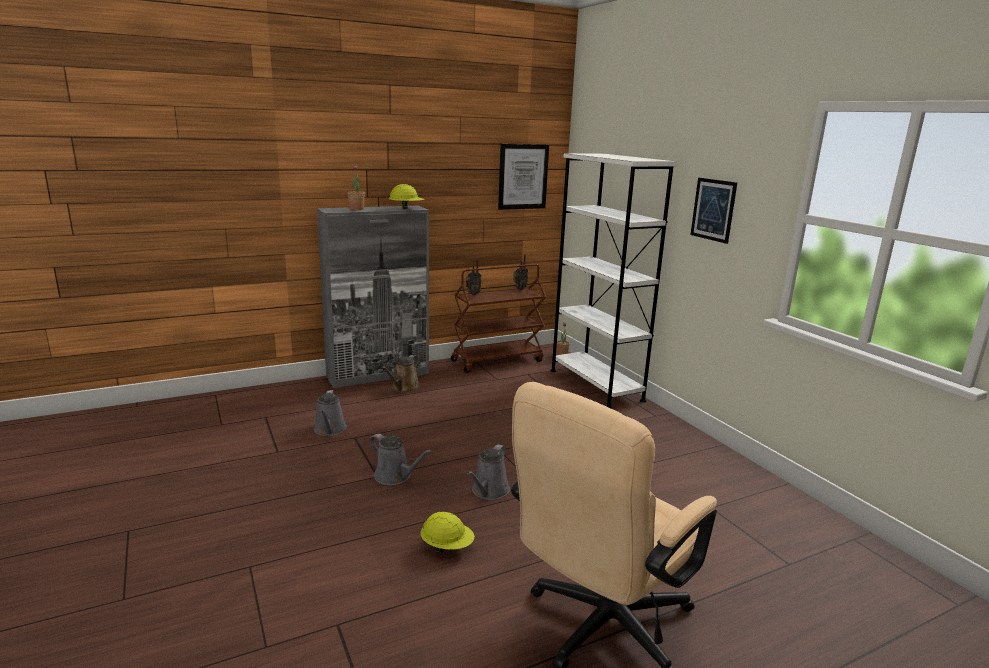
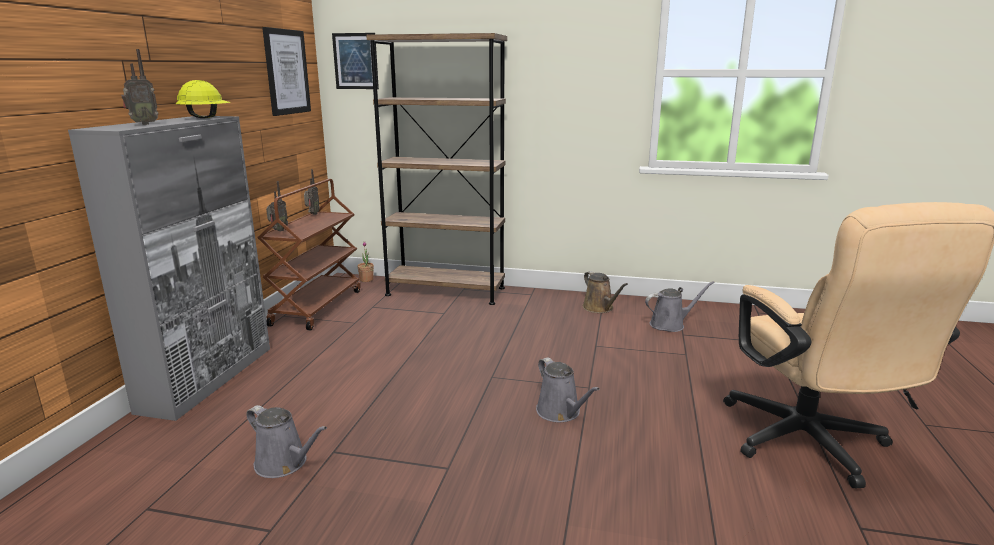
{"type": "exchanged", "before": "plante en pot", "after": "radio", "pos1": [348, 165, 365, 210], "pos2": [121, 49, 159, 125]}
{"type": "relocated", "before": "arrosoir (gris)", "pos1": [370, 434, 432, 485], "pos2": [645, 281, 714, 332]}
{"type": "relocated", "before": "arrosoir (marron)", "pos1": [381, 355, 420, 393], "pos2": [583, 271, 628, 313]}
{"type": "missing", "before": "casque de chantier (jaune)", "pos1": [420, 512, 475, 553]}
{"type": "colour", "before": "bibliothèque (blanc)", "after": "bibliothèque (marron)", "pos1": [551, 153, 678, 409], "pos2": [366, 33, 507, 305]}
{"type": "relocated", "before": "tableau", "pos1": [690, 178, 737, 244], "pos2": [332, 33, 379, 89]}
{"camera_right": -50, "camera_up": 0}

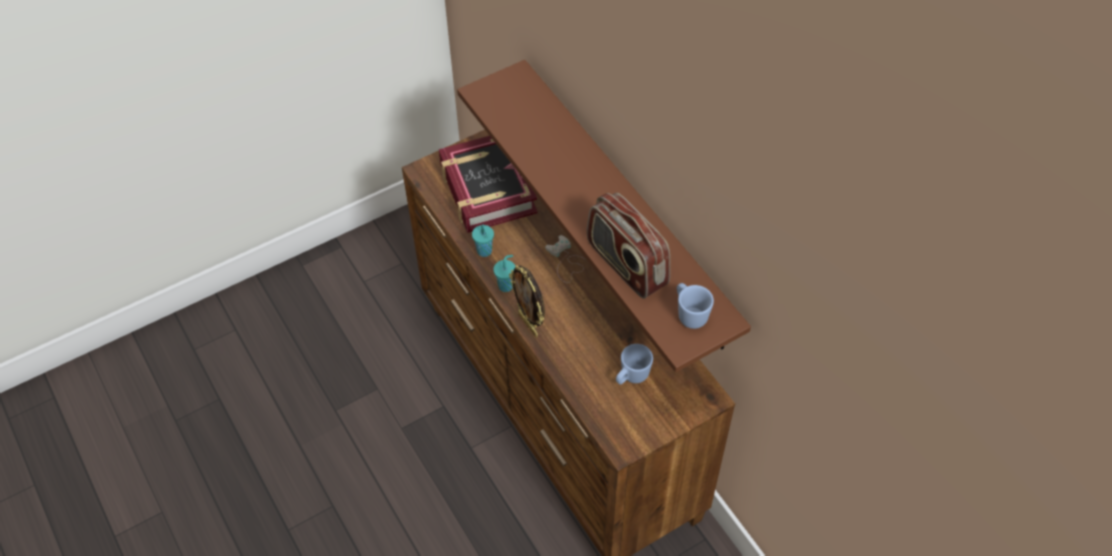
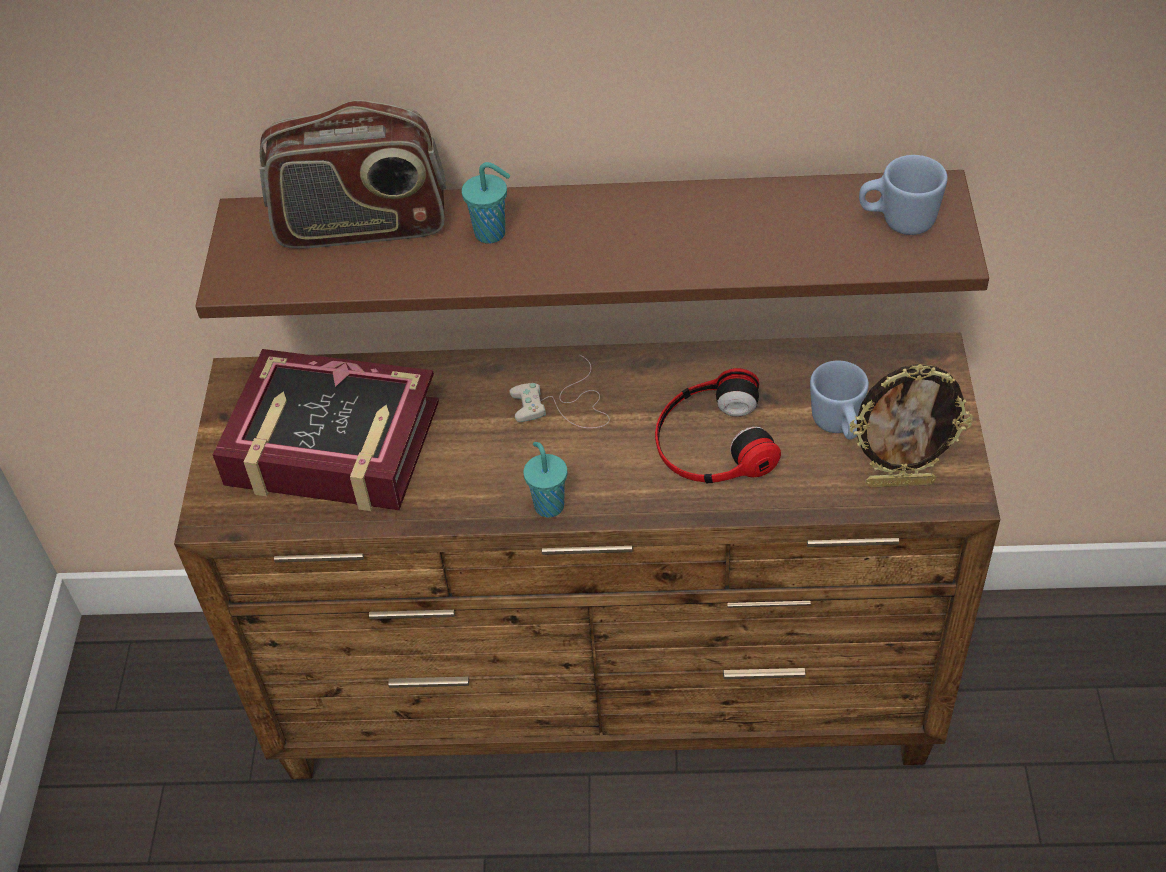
{"type": "relocated", "before": "tasse (turquoise)", "pos1": [472, 224, 494, 257], "pos2": [462, 162, 510, 243]}
{"type": "relocated", "before": "cadre photo", "pos1": [509, 265, 545, 337], "pos2": [849, 364, 973, 488]}
{"type": "relocated", "before": "radio", "pos1": [586, 193, 670, 299], "pos2": [260, 100, 446, 249]}
{"type": "appeared", "after": "casque audio", "pos2": [655, 368, 781, 483]}
{"camera_right": -55, "camera_up": -5}

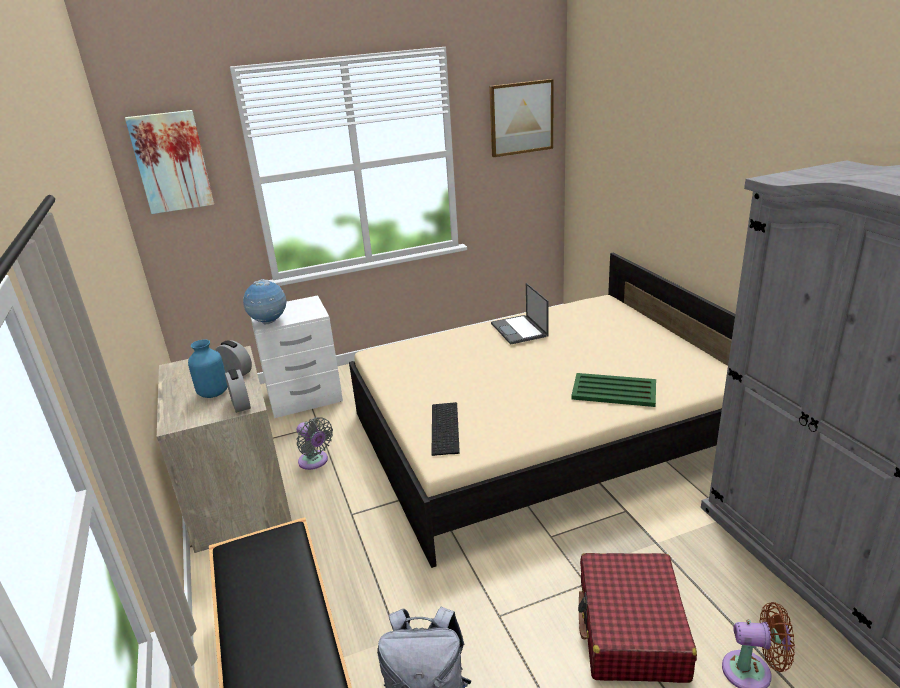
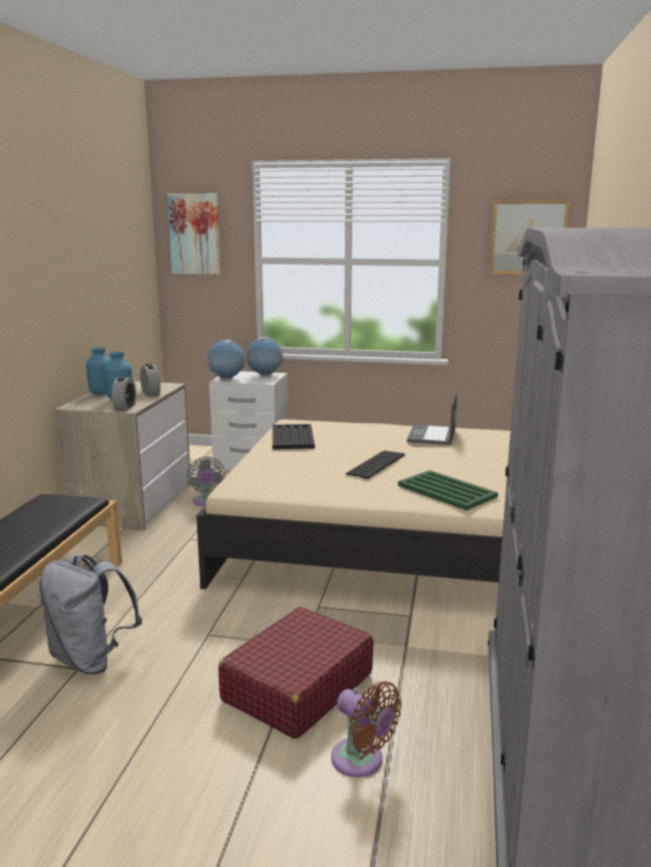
{"type": "relocated", "before": "clavier", "pos1": [431, 402, 460, 456], "pos2": [346, 450, 405, 479]}
{"type": "appeared", "after": "vase (bleu)", "pos2": [86, 347, 111, 395]}
{"type": "appeared", "after": "globe", "pos2": [246, 337, 284, 376]}
{"type": "appeared", "after": "plateau (noir)", "pos2": [272, 424, 315, 449]}
{"camera_right": 30, "camera_up": -10}

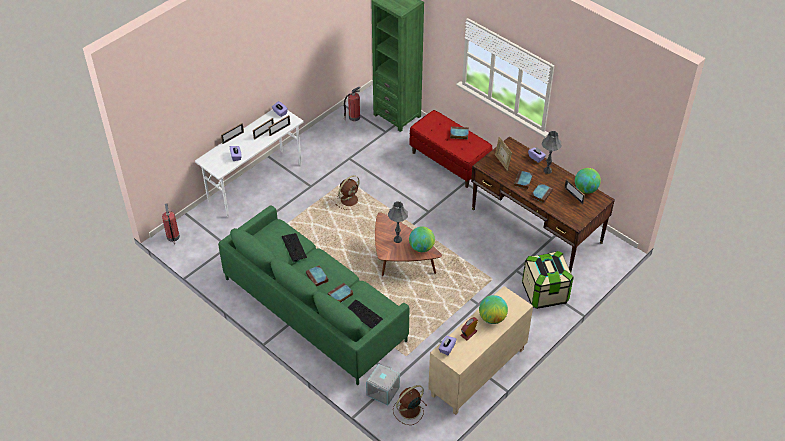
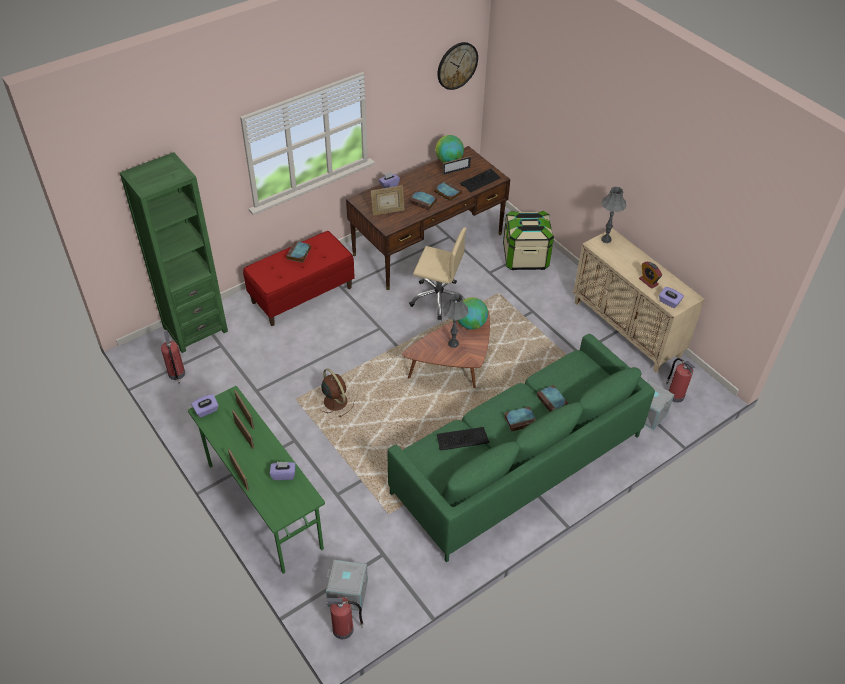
{"type": "colour", "before": "bureau (blanc)", "after": "bureau (vert)", "pos1": [195, 109, 304, 217], "pos2": [188, 386, 325, 574]}
{"type": "relocated", "before": "clavier", "pos1": [347, 300, 383, 329], "pos2": [460, 169, 500, 192]}
{"type": "exchanged", "before": "ventilateur (marron)", "after": "extincteur", "pos1": [393, 385, 427, 425], "pos2": [666, 358, 696, 403]}
{"type": "missing", "before": "globe", "pos1": [479, 295, 508, 324]}
{"type": "relocated", "before": "lampe de table (gris)", "pos1": [542, 131, 562, 174], "pos2": [601, 187, 627, 243]}
{"type": "appeared", "after": "boîte de rangement (gris)", "pos2": [326, 559, 368, 611]}
{"type": "appeared", "after": "chaise de bureau (beige)", "pos2": [409, 227, 467, 320]}
{"type": "appeared", "after": "horloge murale", "pos2": [437, 42, 478, 90]}
{"camera_right": -80, "camera_up": 0}

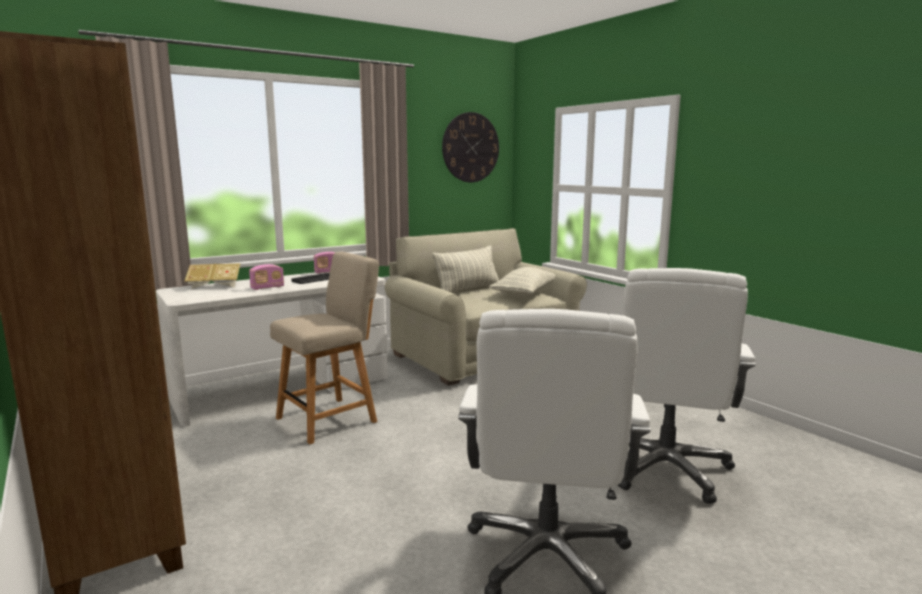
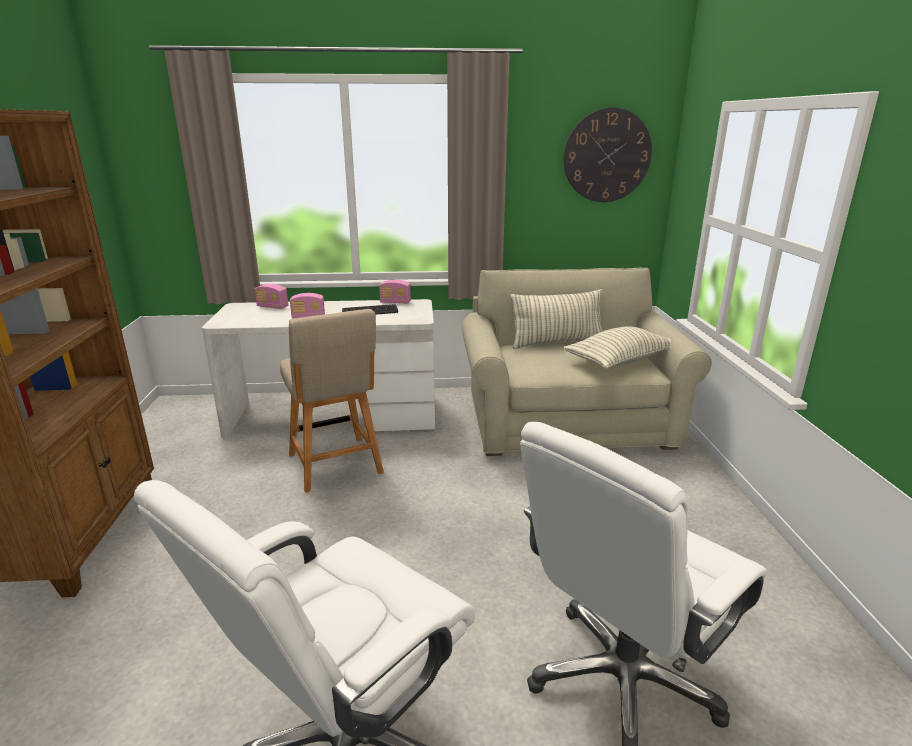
{"type": "exchanged", "before": "livre", "after": "radio", "pos1": [184, 263, 241, 289], "pos2": [255, 284, 288, 309]}
{"type": "spun", "before": "chaise (beige)", "pos1": [270, 252, 379, 444], "pos2": [280, 309, 384, 493], "turn": 75}
{"camera_right": 30, "camera_up": 10}

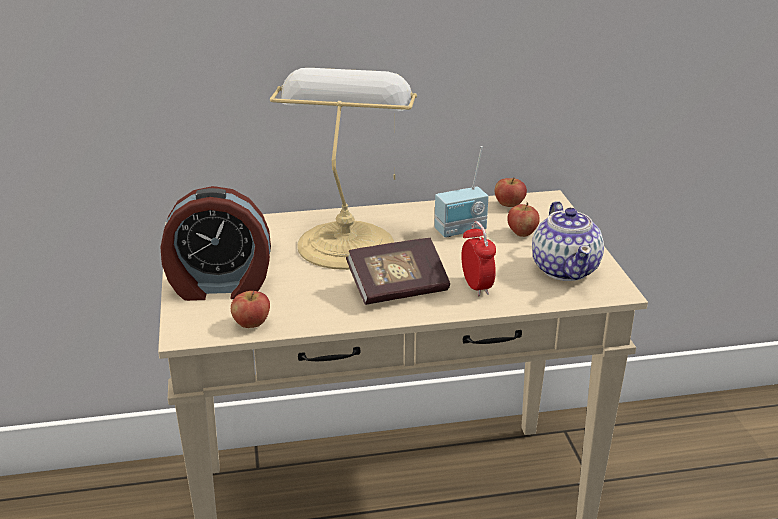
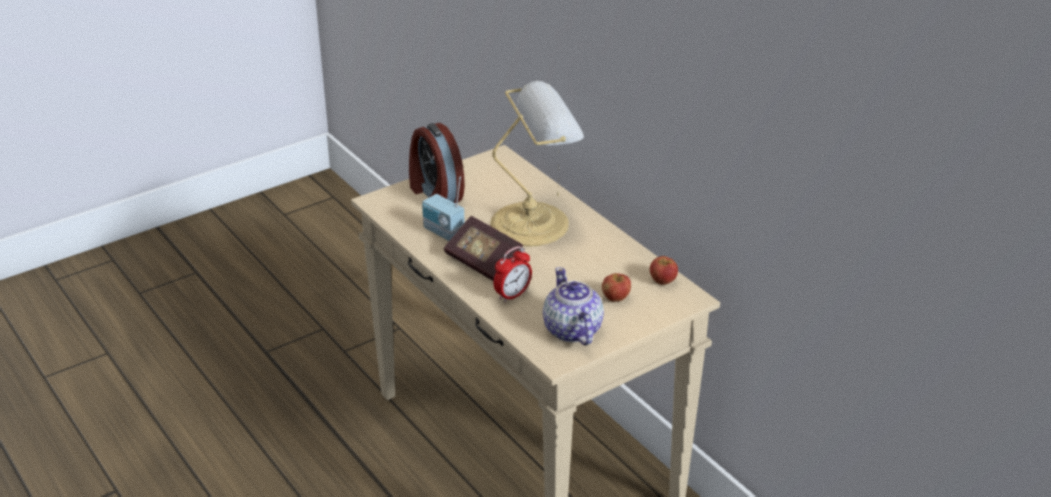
{"type": "missing", "before": "pomme", "pos1": [231, 291, 270, 328]}
{"type": "relocated", "before": "radio", "pos1": [434, 146, 488, 237], "pos2": [422, 177, 465, 241]}
{"type": "spun", "before": "théière", "pos1": [532, 201, 604, 281], "pos2": [543, 267, 604, 346], "turn": 105}
{"camera_right": 65, "camera_up": 5}

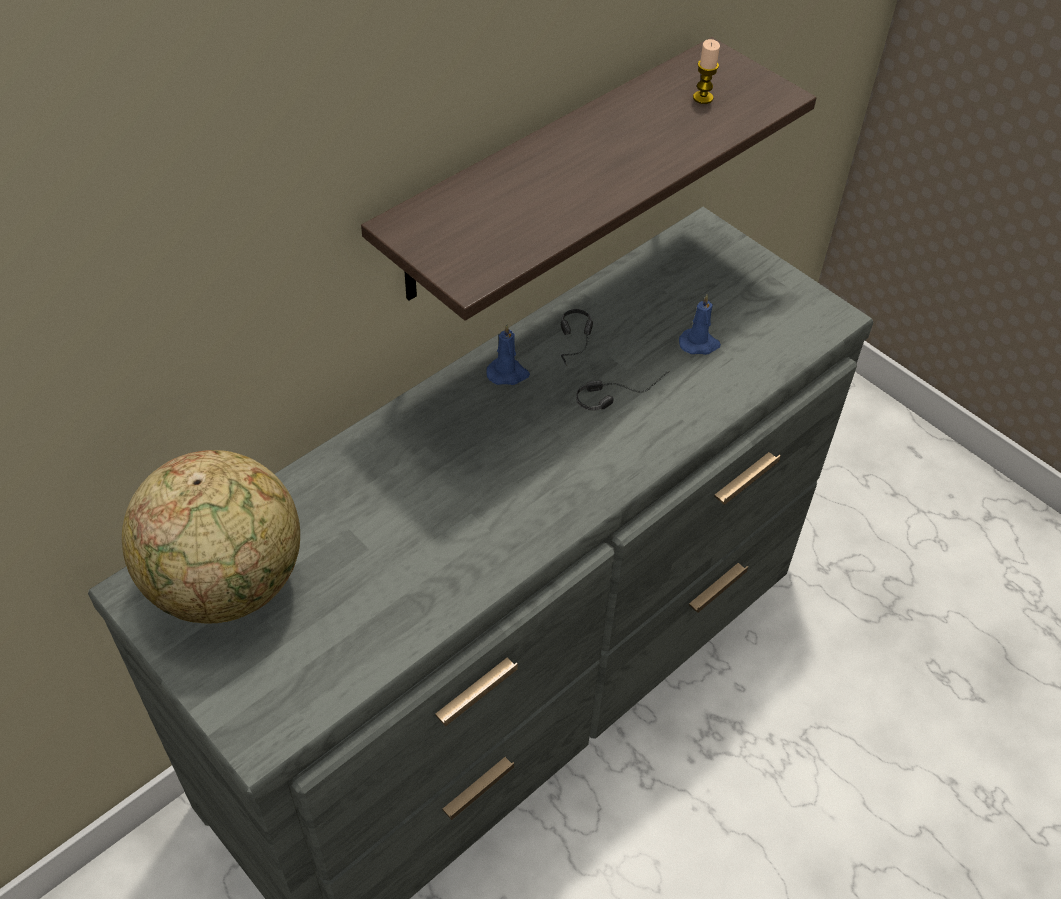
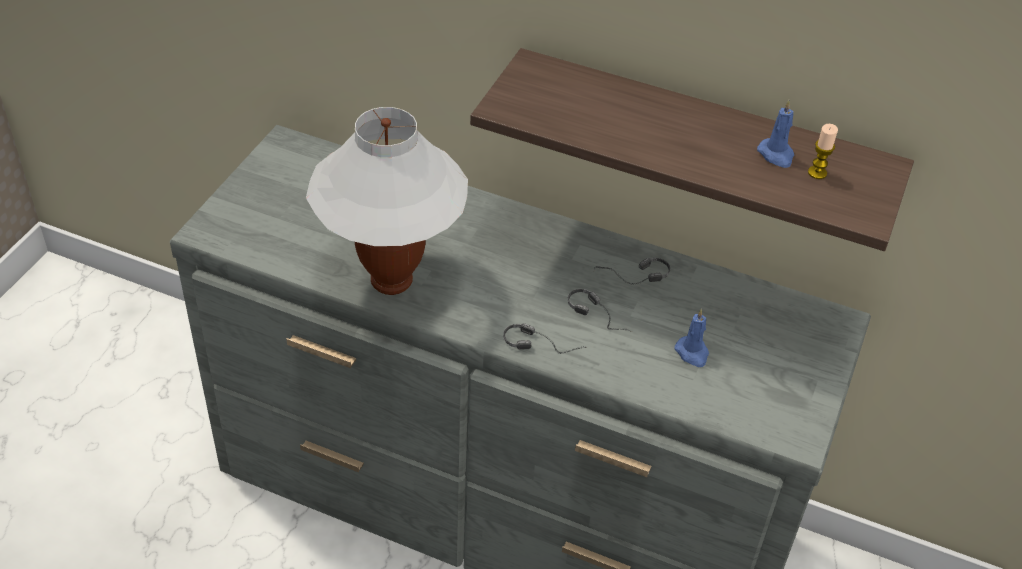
{"type": "missing", "before": "globe", "pos1": [122, 450, 300, 623]}
{"type": "relocated", "before": "bougie (bleu)", "pos1": [486, 324, 530, 385], "pos2": [757, 100, 794, 168]}
{"type": "appeared", "after": "lampe de table (blanc)", "pos2": [306, 107, 468, 295]}
{"type": "appeared", "after": "casque audio", "pos2": [503, 323, 587, 354]}
{"camera_right": 65, "camera_up": -5}

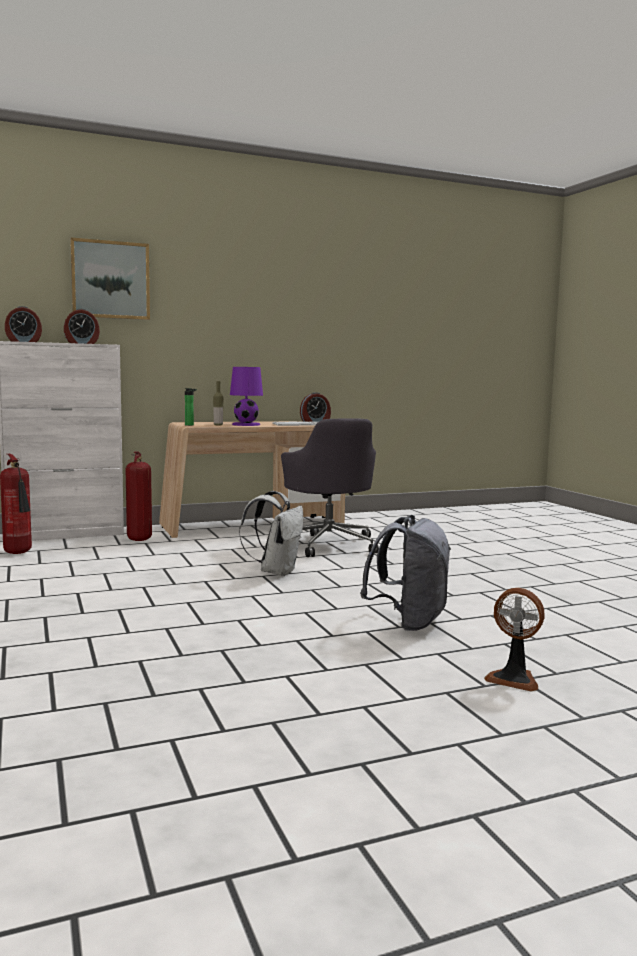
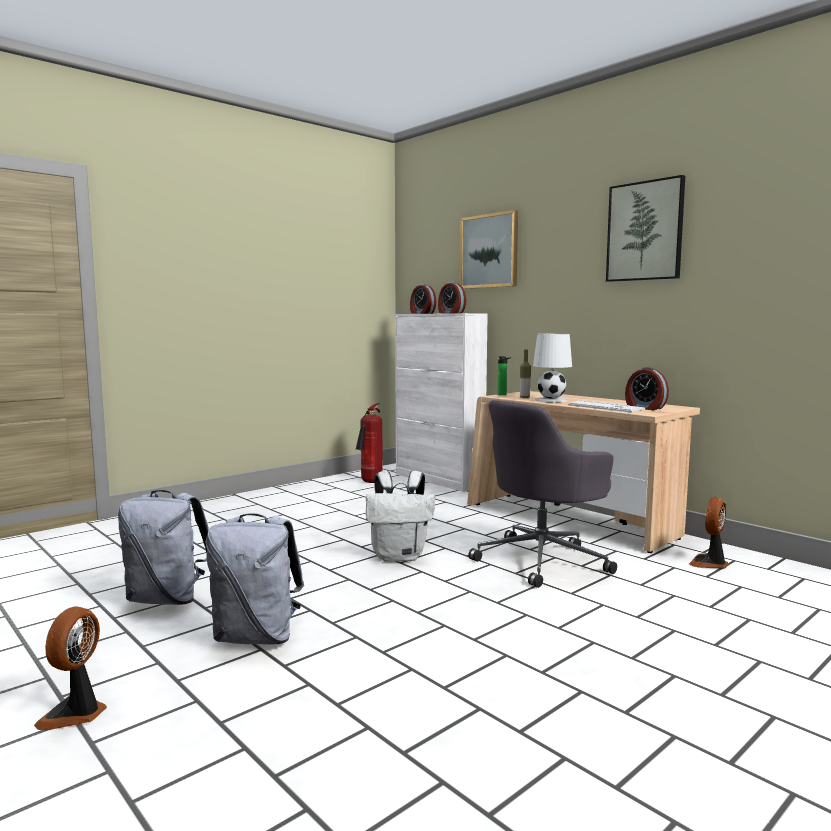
{"type": "missing", "before": "extincteur", "pos1": [125, 452, 152, 541]}
{"type": "colour", "before": "lampe de table (violet)", "after": "lampe de table (blanc)", "pos1": [230, 367, 263, 426], "pos2": [533, 334, 572, 403]}
{"type": "appeared", "after": "sac à dos (gris)", "pos2": [118, 490, 209, 605]}
{"type": "appeared", "after": "tableau", "pos2": [606, 175, 685, 282]}
{"type": "appeared", "after": "ventilateur", "pos2": [689, 497, 728, 568]}
{"camera_right": 70, "camera_up": 0}

